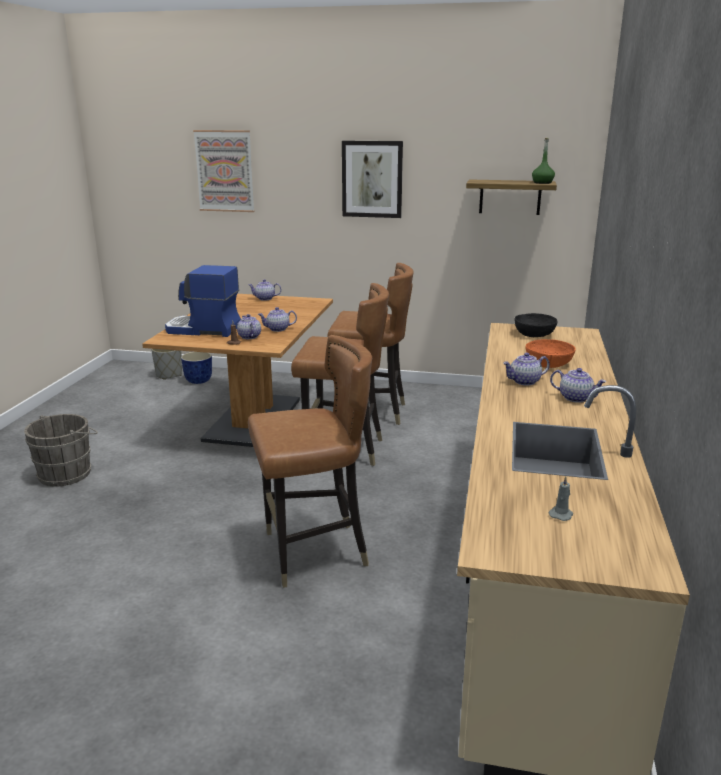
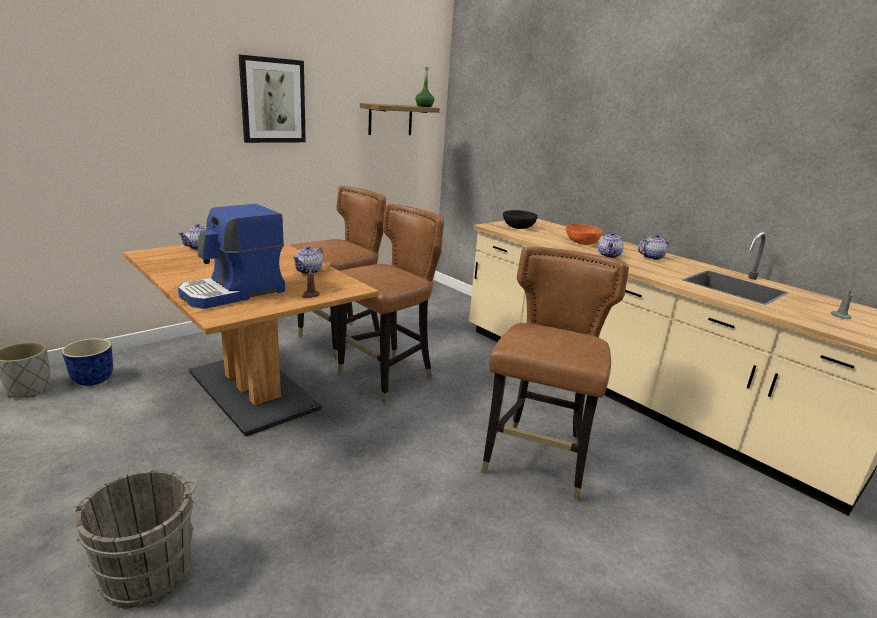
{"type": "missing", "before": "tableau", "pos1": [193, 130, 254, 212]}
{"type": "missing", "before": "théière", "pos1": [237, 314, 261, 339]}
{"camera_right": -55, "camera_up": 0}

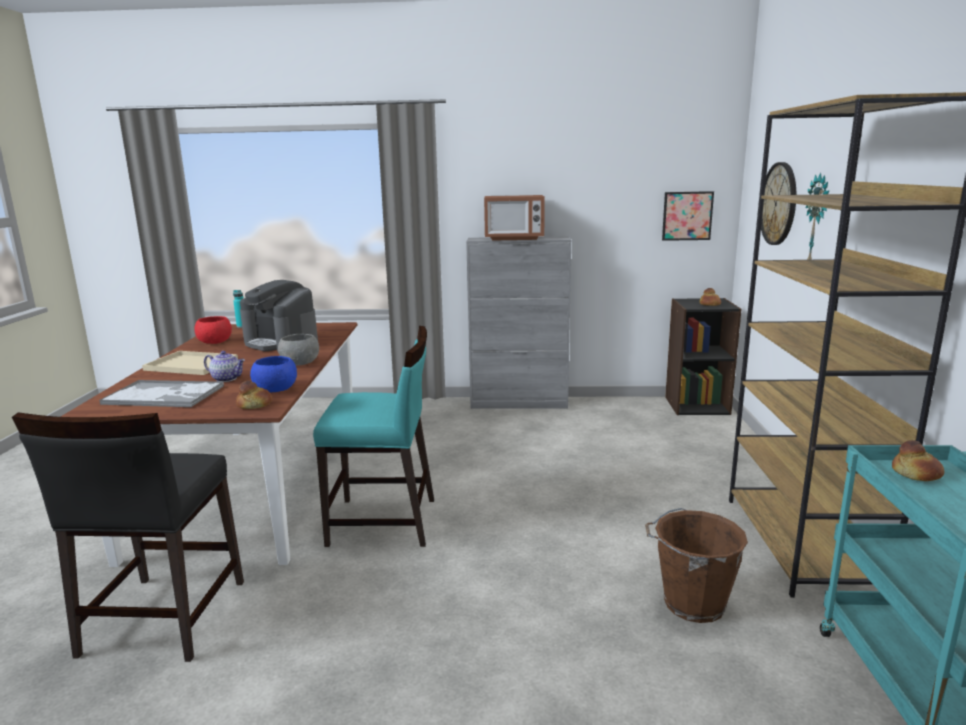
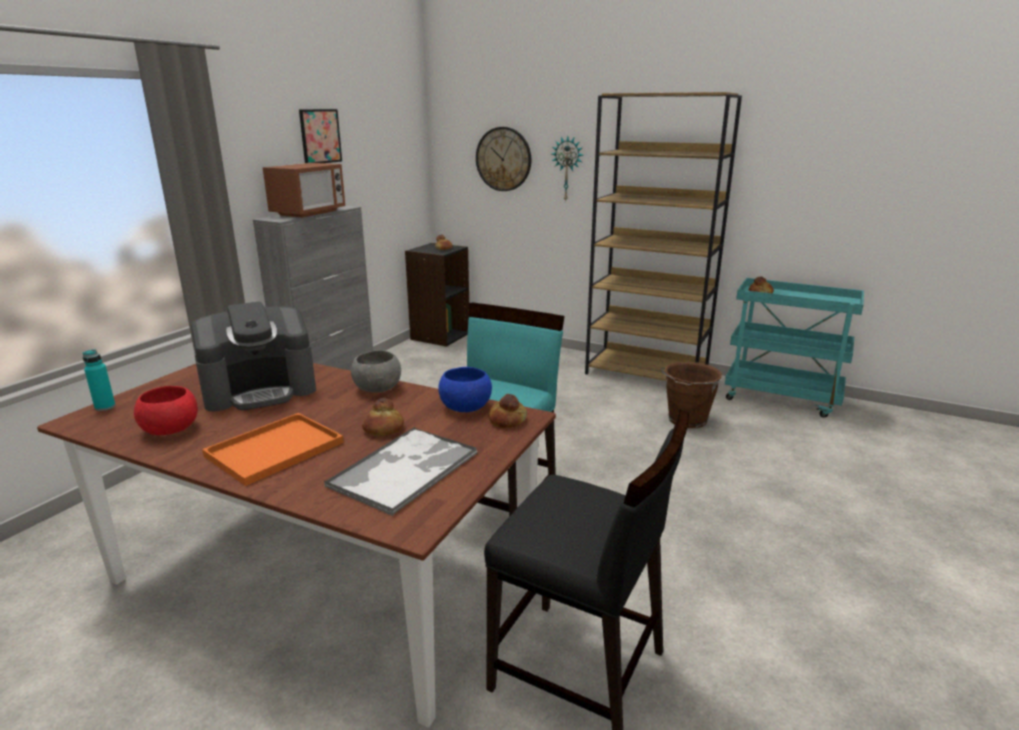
{"type": "colour", "before": "plateau (beige)", "after": "plateau (orange)", "pos1": [142, 351, 238, 375], "pos2": [202, 413, 344, 486]}
{"type": "exchanged", "before": "théière", "after": "pain", "pos1": [204, 351, 245, 382], "pos2": [362, 398, 404, 436]}
{"type": "relocated", "before": "tableau", "pos1": [662, 191, 714, 241], "pos2": [299, 109, 342, 163]}
{"camera_right": -65, "camera_up": 5}

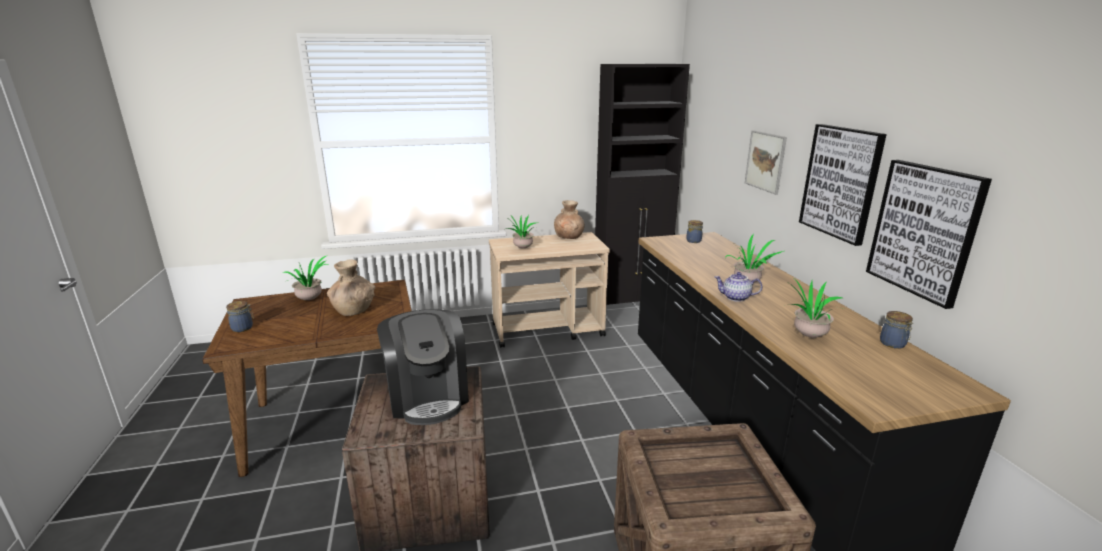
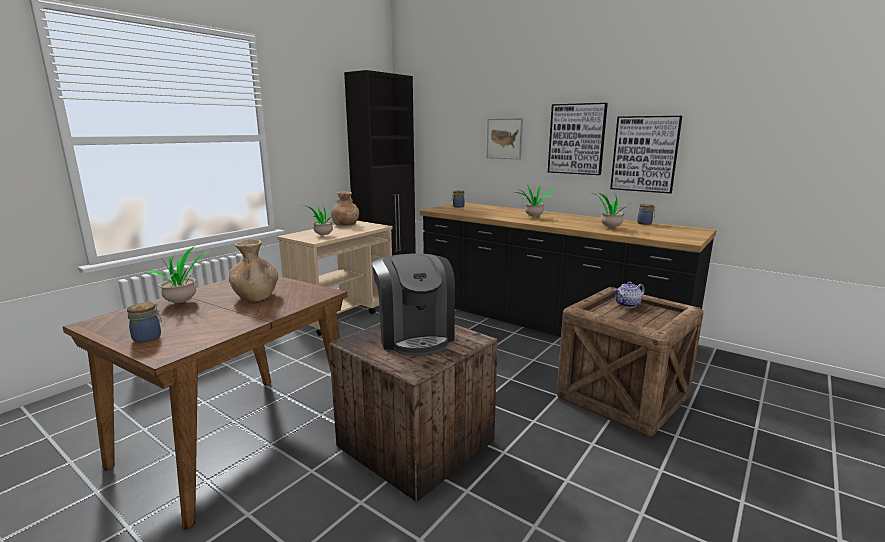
{"type": "spun", "before": "machine à café", "pos1": [377, 309, 469, 425], "pos2": [372, 253, 455, 355], "turn": 45}
{"type": "relocated", "before": "théière", "pos1": [714, 272, 762, 302], "pos2": [614, 281, 645, 308]}
{"camera_right": -40, "camera_up": -5}

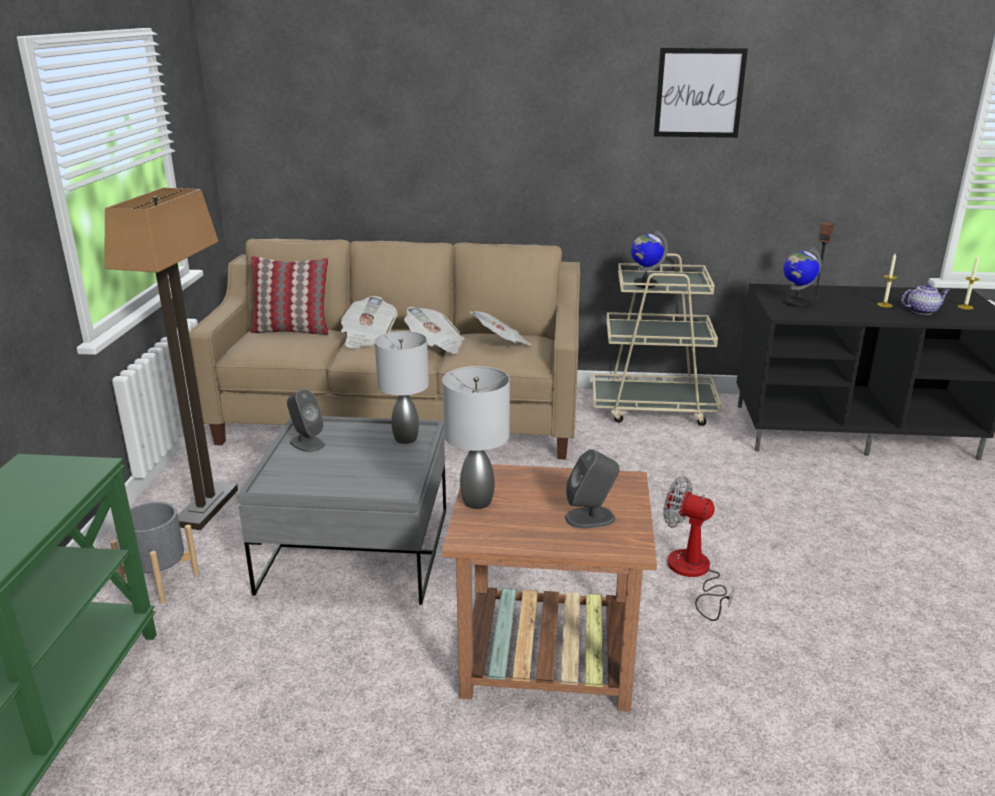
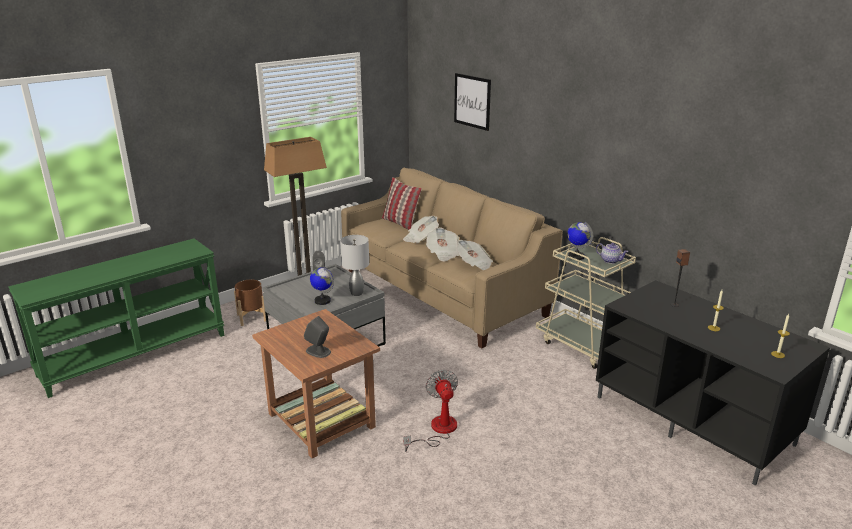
{"type": "colour", "before": "cache-pot (gris)", "after": "cache-pot (marron)", "pos1": [110, 502, 199, 604], "pos2": [234, 280, 266, 326]}
{"type": "missing", "before": "lampe de table (gris)", "pos1": [442, 366, 510, 509]}
{"type": "relocated", "before": "tableau", "pos1": [654, 48, 748, 138], "pos2": [454, 73, 491, 131]}
{"type": "relocated", "before": "globe", "pos1": [783, 247, 821, 308], "pos2": [310, 267, 334, 305]}
{"type": "relocated", "before": "théière", "pos1": [901, 283, 950, 315], "pos2": [596, 243, 628, 264]}
{"camera_right": 45, "camera_up": 0}

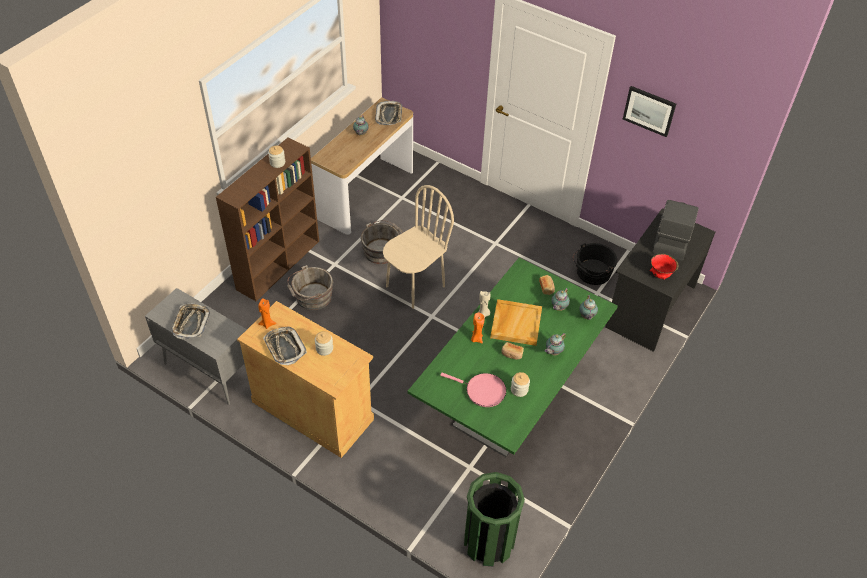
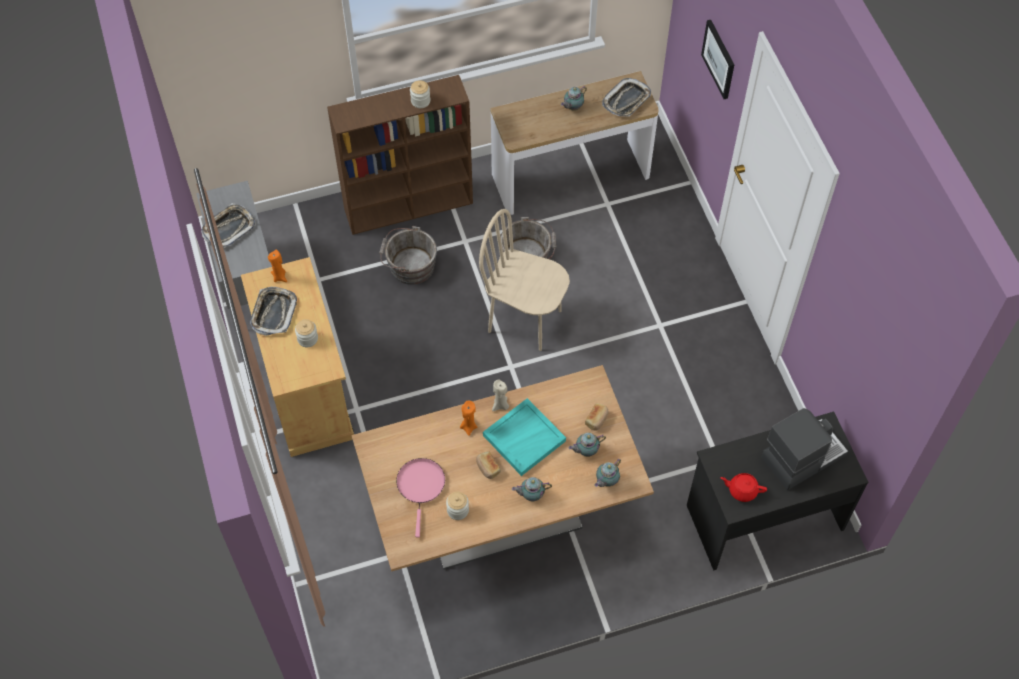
{"type": "spun", "before": "chaise (beige)", "pos1": [383, 185, 454, 309], "pos2": [479, 209, 570, 351], "turn": -150}
{"type": "colour", "before": "table à manger (vert)", "after": "table à manger (marron)", "pos1": [407, 258, 618, 457], "pos2": [352, 365, 654, 572]}
{"type": "spun", "before": "poêle (rose)", "pos1": [440, 373, 506, 407], "pos2": [396, 458, 445, 537], "turn": -150}
{"type": "missing", "before": "poubelle (vert)", "pos1": [464, 472, 525, 566]}
{"type": "colour", "before": "plateau (beige)", "after": "plateau (turquoise)", "pos1": [490, 299, 542, 346], "pos2": [483, 398, 566, 476]}
{"type": "missing", "before": "seau (noir)", "pos1": [573, 243, 617, 285]}
{"type": "relocated", "before": "tableau", "pos1": [623, 86, 676, 137], "pos2": [701, 20, 734, 99]}
{"type": "exchanged", "before": "bol (rouge)", "after": "théière (rouge)", "pos1": [650, 254, 679, 280], "pos2": [720, 473, 767, 502]}
{"camera_right": 40, "camera_up": 10}

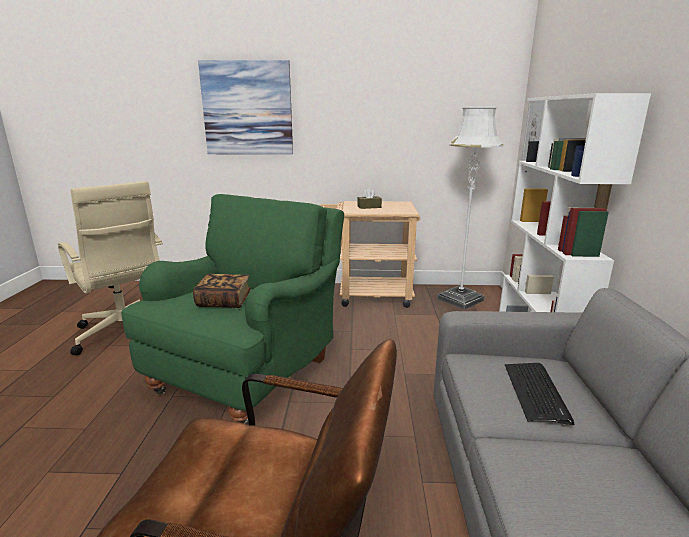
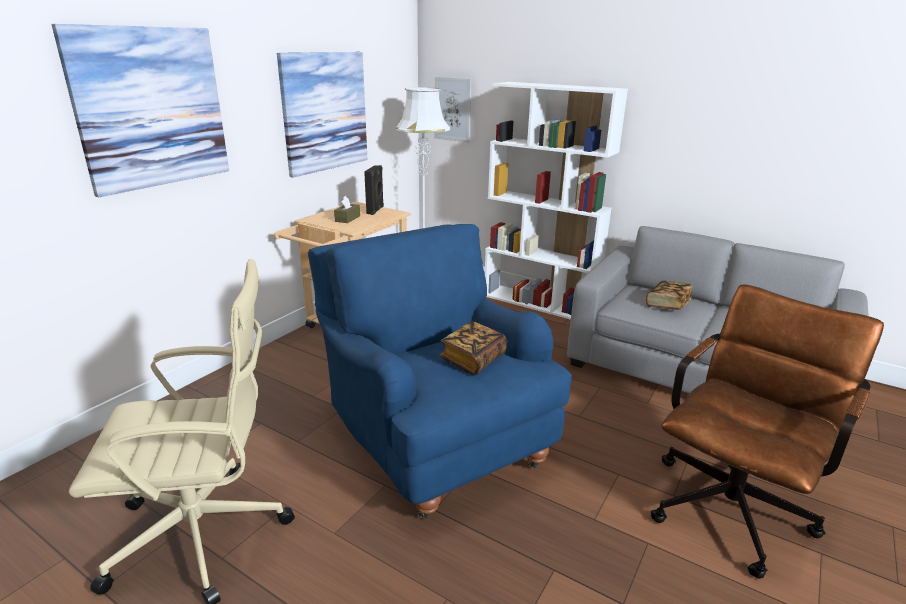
{"type": "colour", "before": "fauteuil (vert)", "after": "fauteuil (bleu)", "pos1": [121, 194, 344, 425], "pos2": [308, 224, 572, 518]}
{"type": "exchanged", "before": "clavier", "after": "livre", "pos1": [505, 363, 574, 425], "pos2": [646, 281, 693, 310]}
{"type": "appeared", "after": "tableau", "pos2": [277, 52, 367, 178]}
{"type": "appeared", "after": "enceinte (noir)", "pos2": [364, 165, 384, 215]}
{"camera_right": -60, "camera_up": 5}

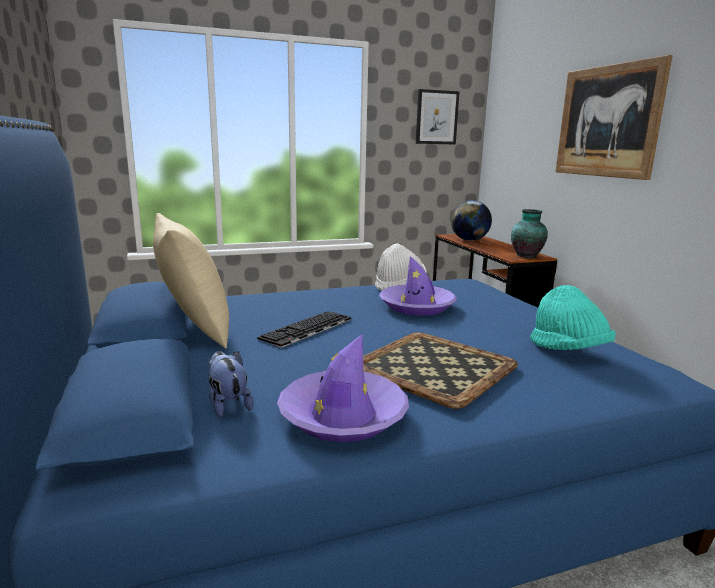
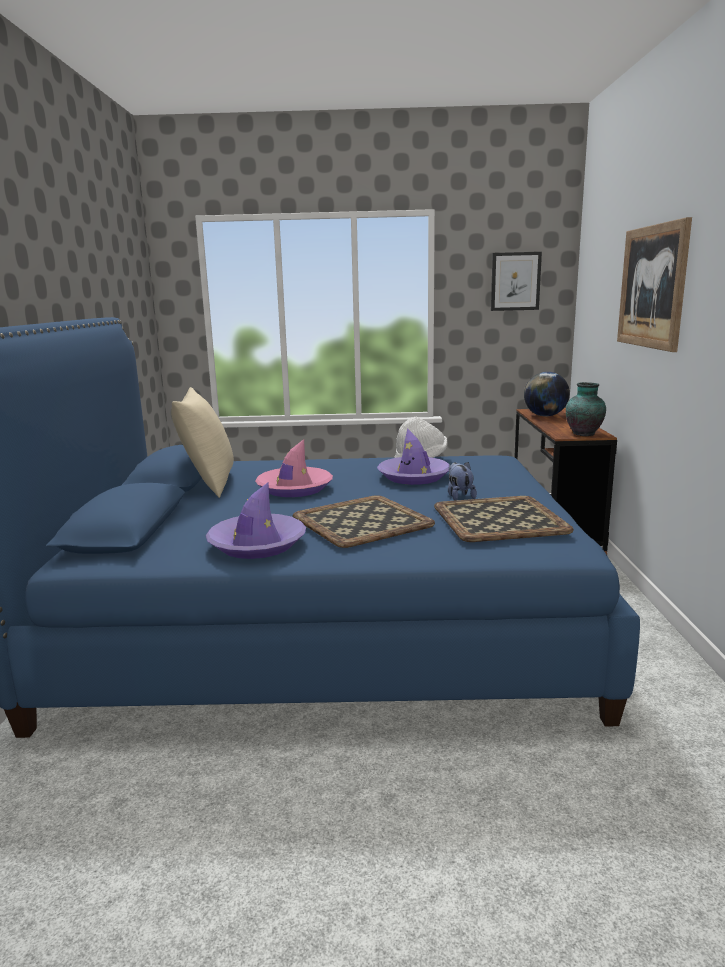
{"type": "relocated", "before": "peluche", "pos1": [208, 351, 254, 418], "pos2": [448, 462, 477, 501]}
{"type": "exchanged", "before": "clavier", "after": "chapeau (rose)", "pos1": [257, 311, 351, 348], "pos2": [255, 439, 333, 497]}
{"type": "exchanged", "before": "chapeau (turquoise)", "after": "plateau", "pos1": [530, 285, 616, 350], "pos2": [434, 496, 574, 542]}
{"camera_right": 20, "camera_up": 0}

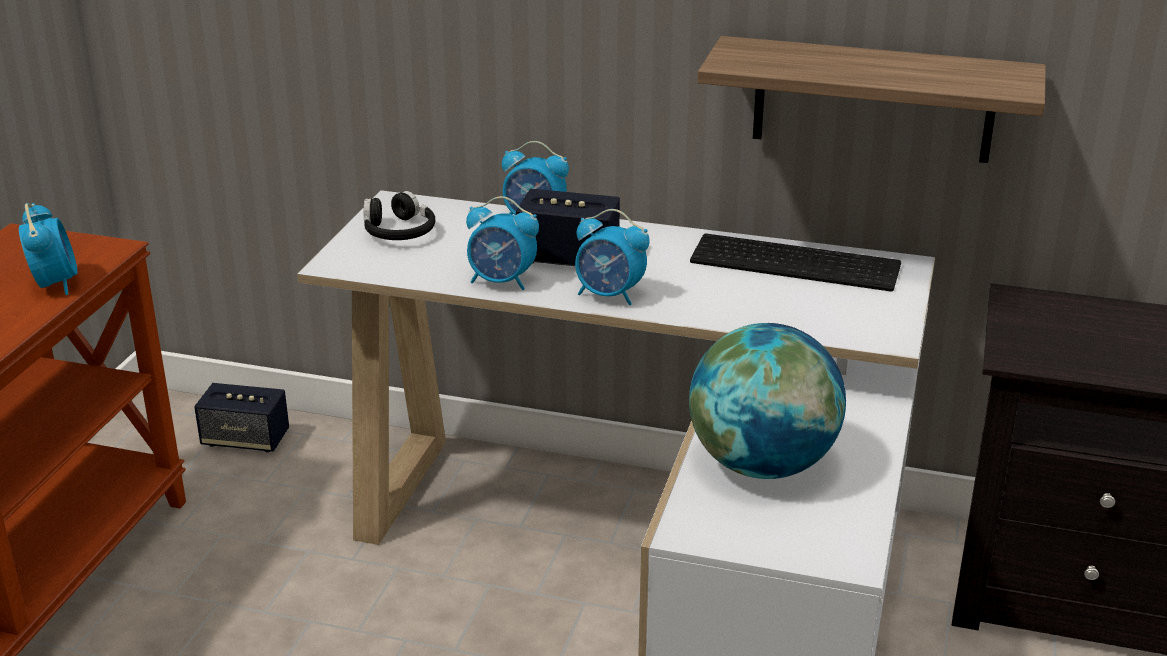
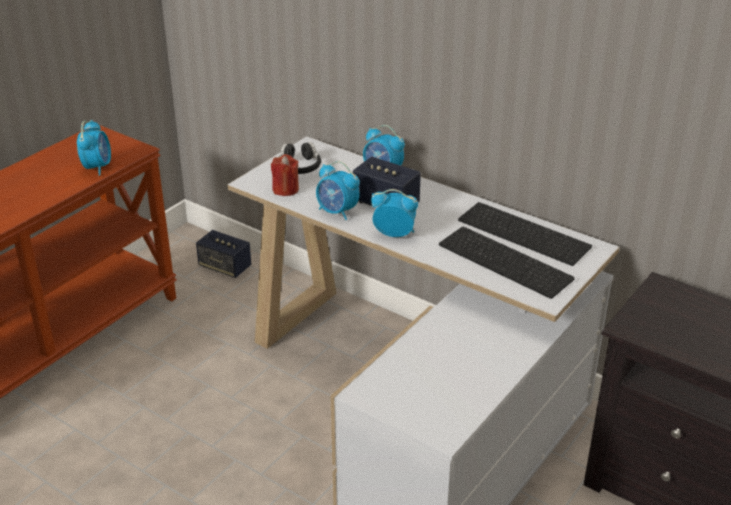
{"type": "spun", "before": "réveil", "pos1": [575, 209, 650, 305], "pos2": [371, 189, 418, 237], "turn": 150}
{"type": "missing", "before": "globe", "pos1": [689, 323, 846, 479]}
{"type": "missing", "before": "étagère", "pos1": [698, 36, 1046, 163]}
{"type": "appeared", "after": "bougie (rouge)", "pos2": [271, 154, 299, 196]}
{"type": "appeared", "after": "clavier", "pos2": [439, 227, 575, 299]}
{"camera_right": 20, "camera_up": 5}

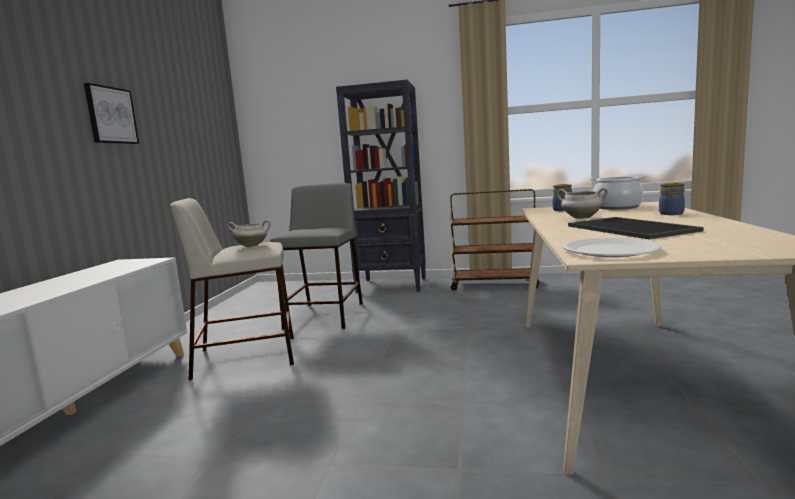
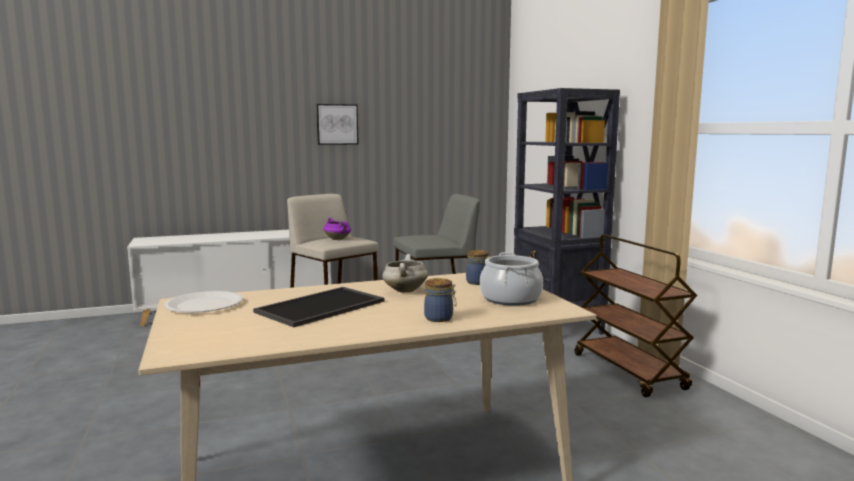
{"type": "colour", "before": "marmite (blanc)", "after": "marmite (violet)", "pos1": [227, 220, 270, 247], "pos2": [324, 218, 351, 240]}
{"camera_right": 60, "camera_up": 0}

